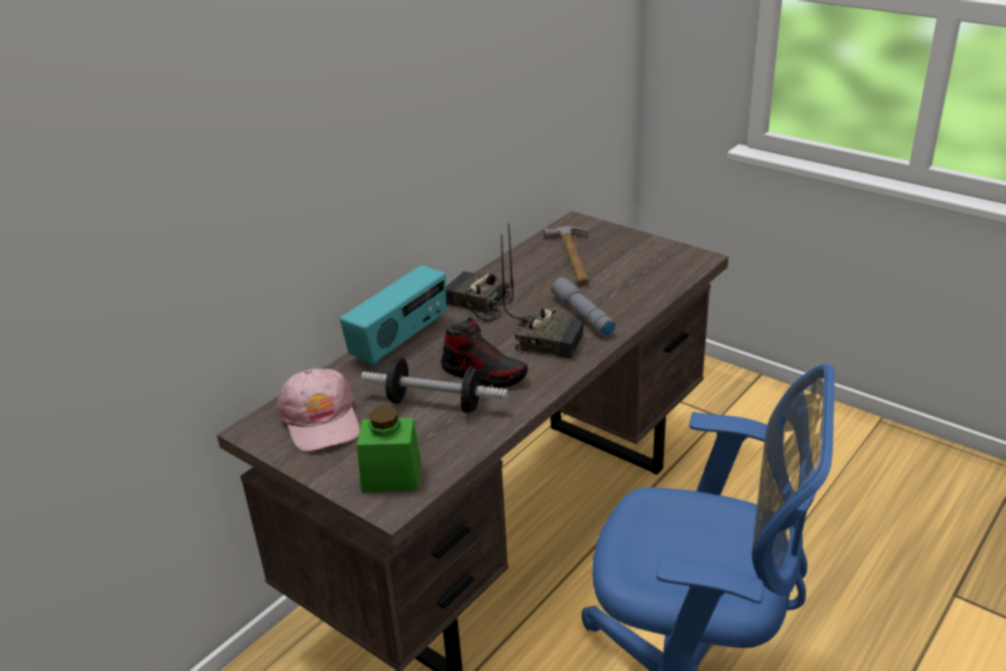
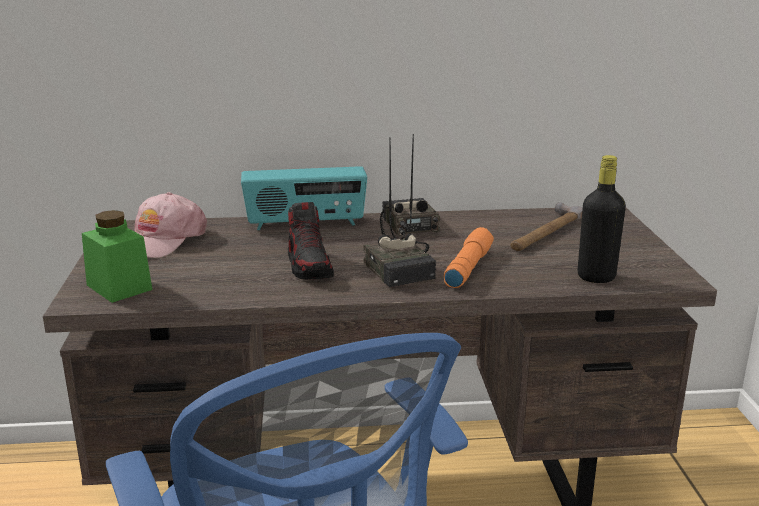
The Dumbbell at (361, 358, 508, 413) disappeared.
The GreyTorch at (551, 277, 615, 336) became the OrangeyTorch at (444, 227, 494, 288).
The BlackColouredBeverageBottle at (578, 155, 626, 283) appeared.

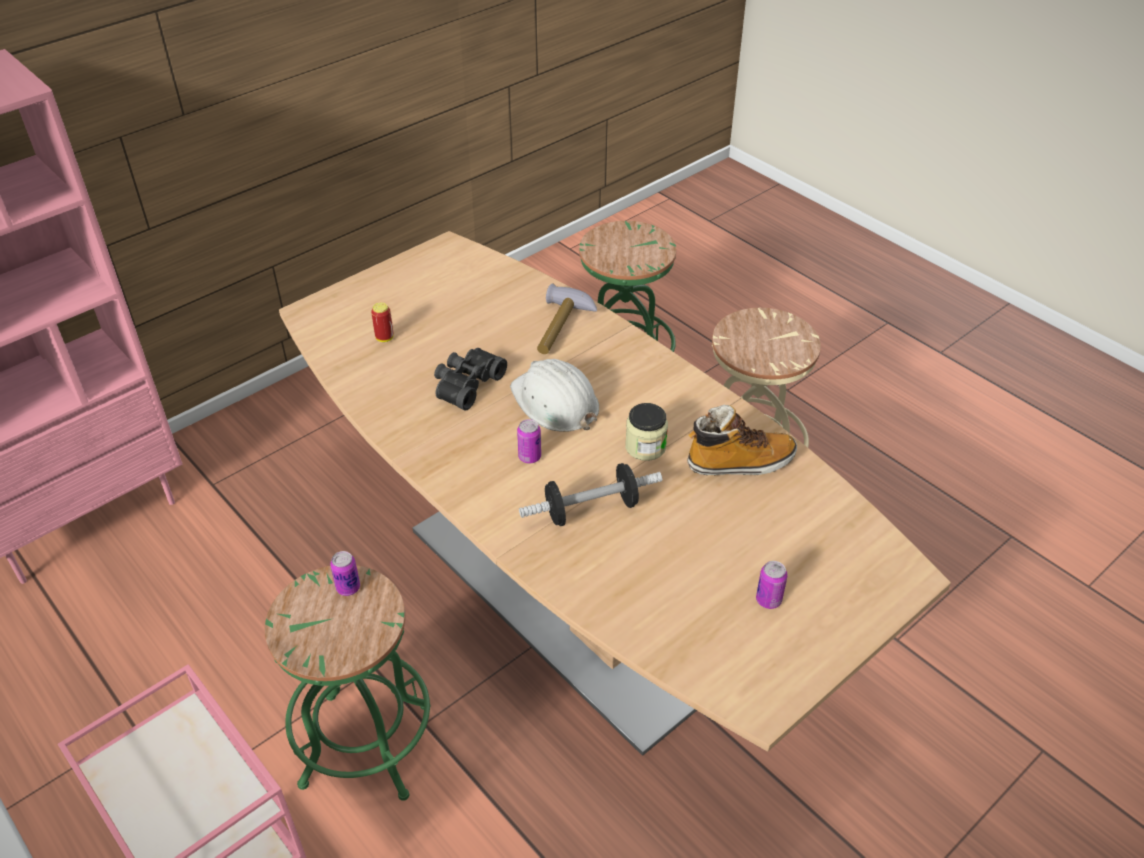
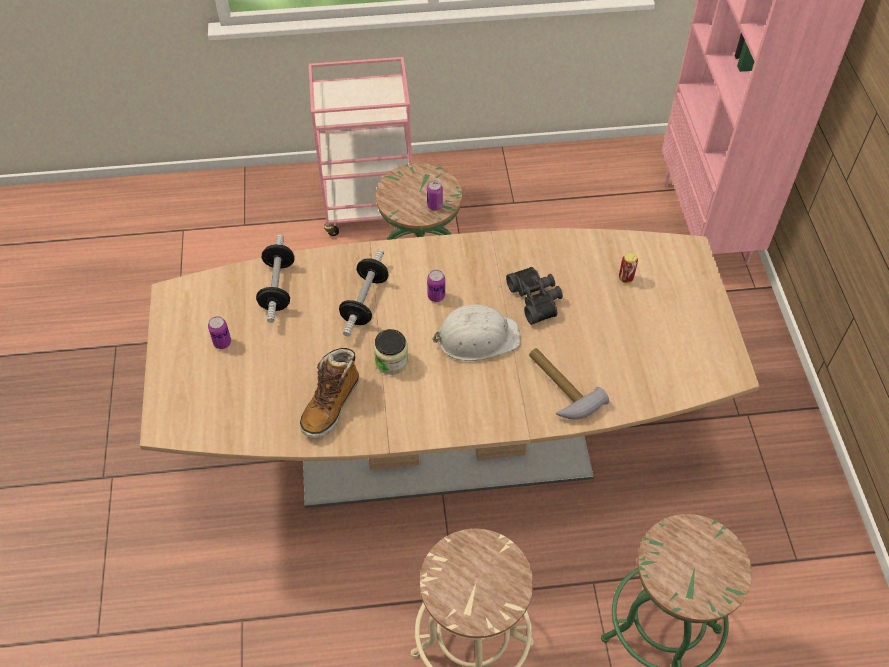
The Dumbbell at (256, 235, 295, 323) appeared.

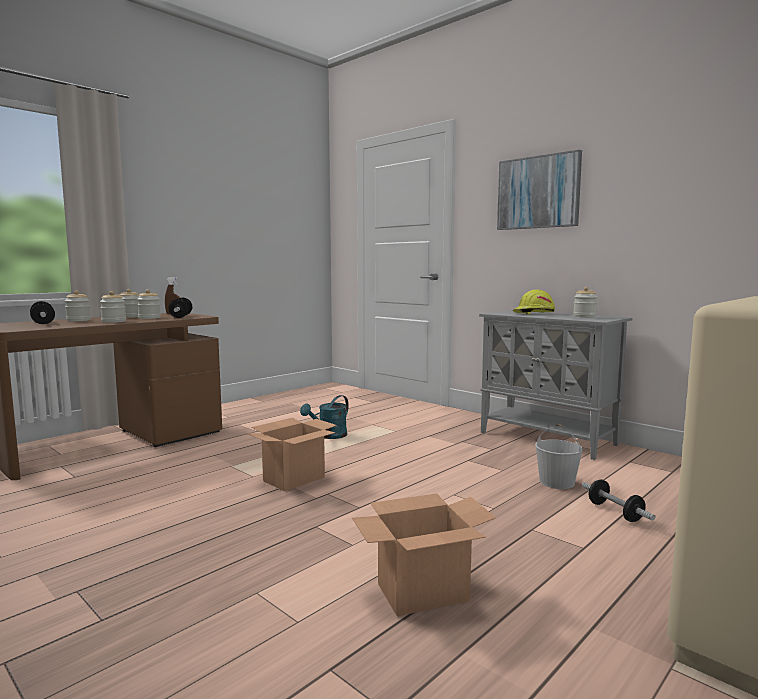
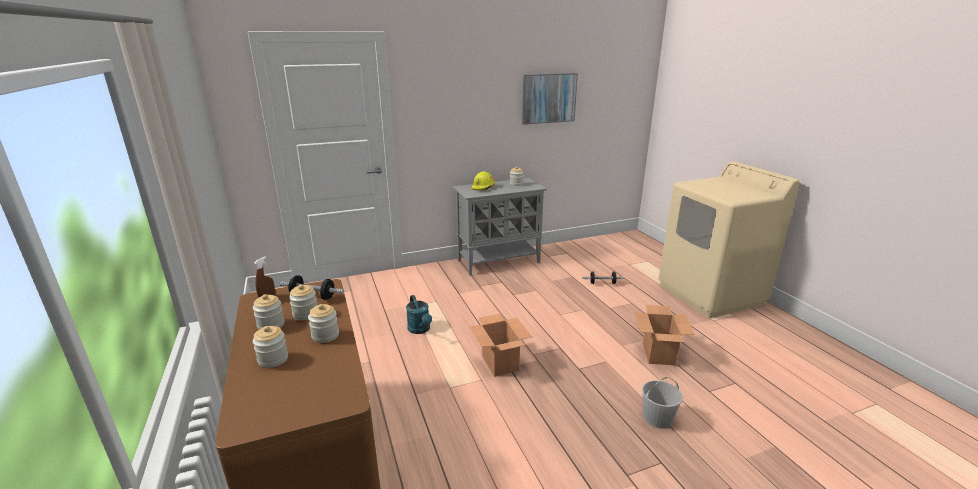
The Dumbbell at (30, 301, 55, 324) disappeared.
The WallArt moved from (497, 150, 582, 230) to (522, 73, 578, 125).
The WhiteColouredPail moved from (535, 425, 583, 489) to (642, 377, 683, 428).

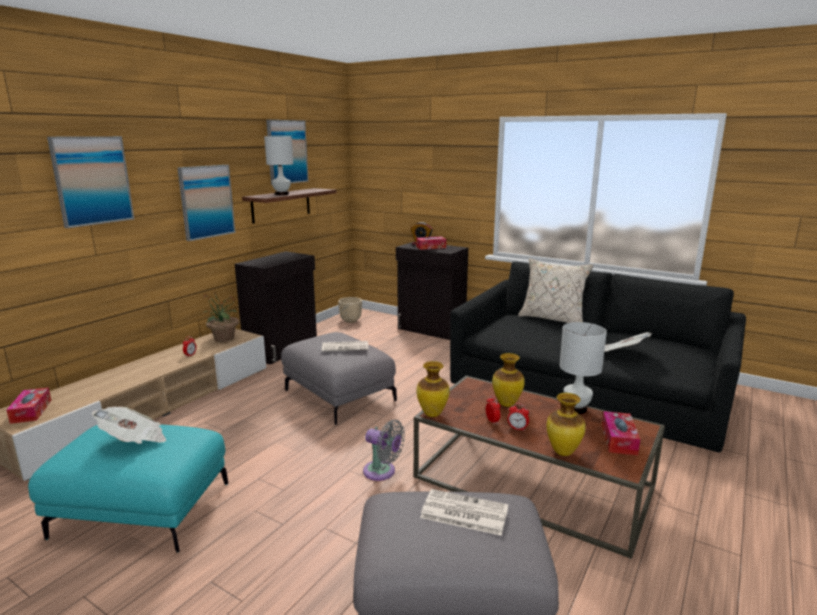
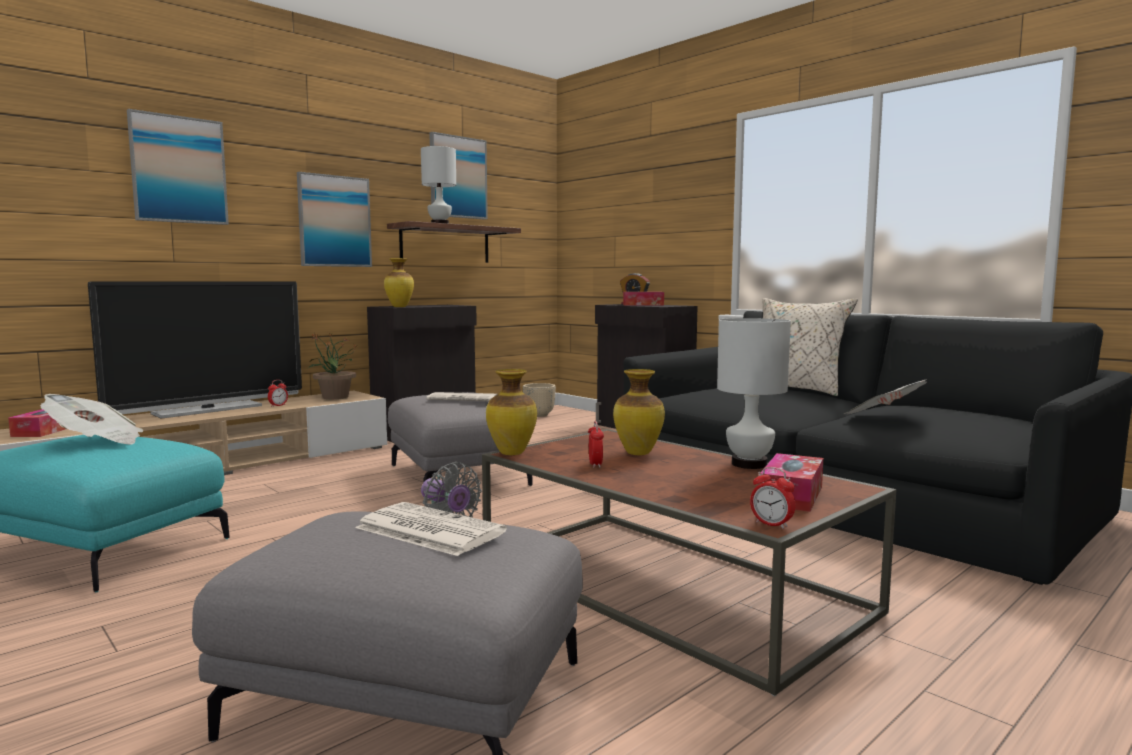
The TableClock moved from (508, 403, 529, 431) to (750, 467, 796, 529).
The DecorativeVase moved from (546, 393, 586, 456) to (384, 258, 414, 307).
The TvSet at (88, 281, 302, 419) appeared.

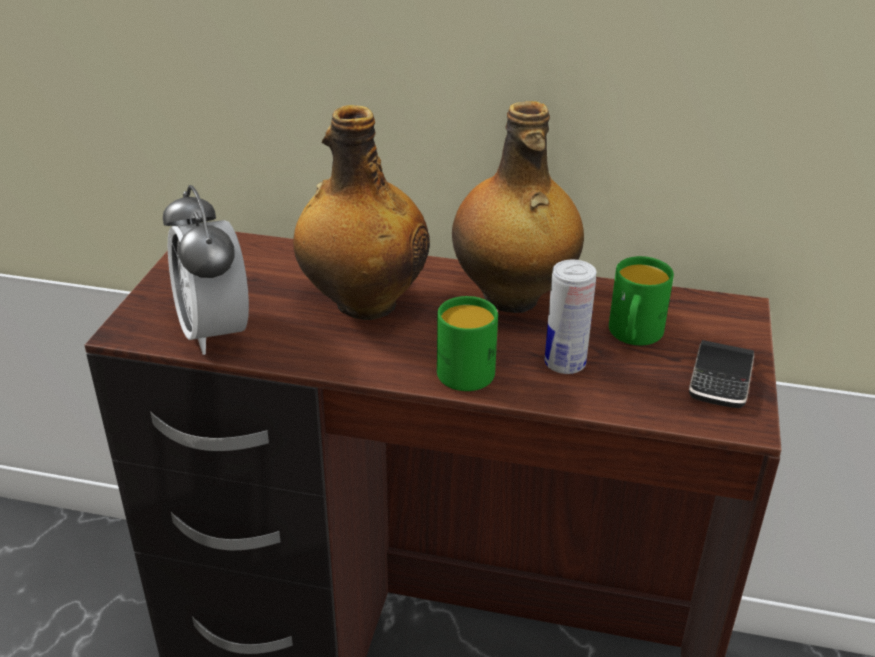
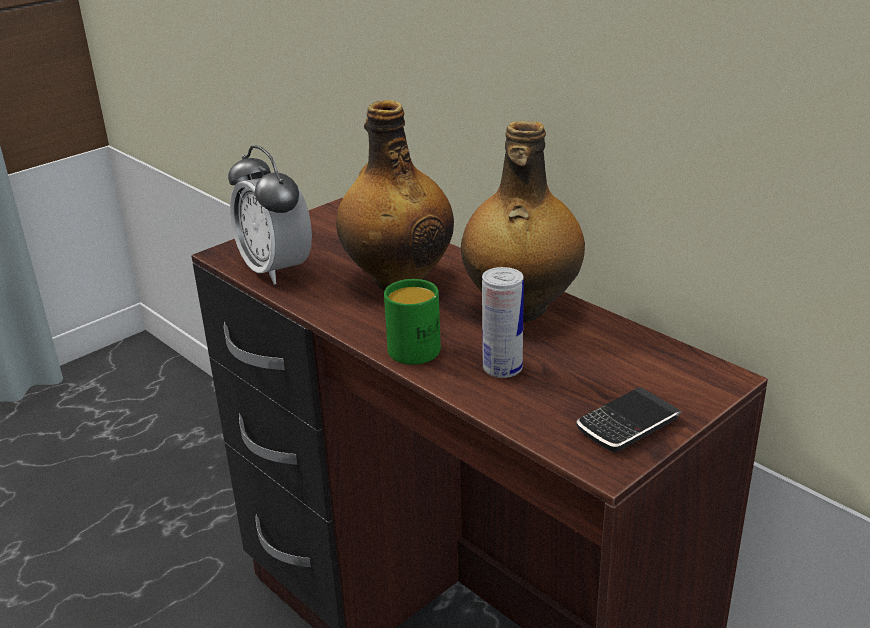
The TableClock at (163, 185, 249, 355) turned 45 degrees counterclockwise.
The GreenishCoffeeMug at (609, 256, 674, 345) disappeared.

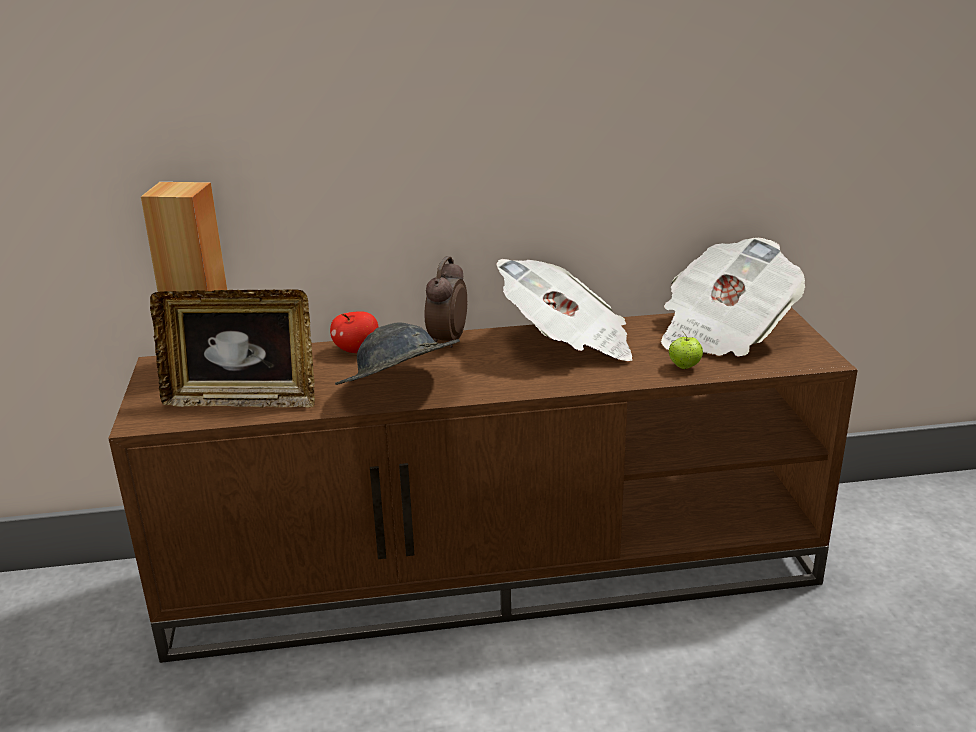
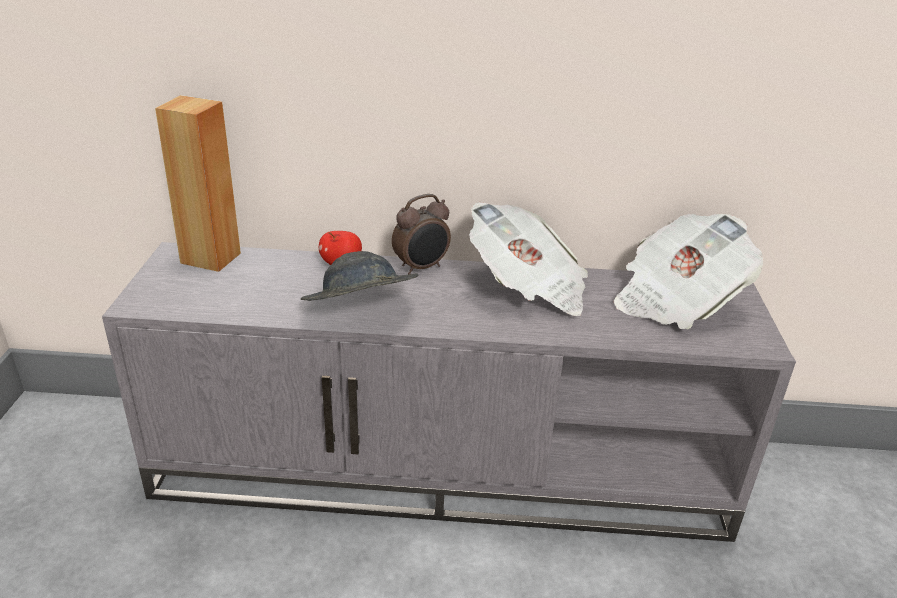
The BrownishMediaConsole at (108, 307, 858, 663) became the GreyMediaConsole at (102, 242, 796, 542).
The PhotoFrame at (150, 290, 315, 408) disappeared.
The TableClock at (425, 256, 467, 348) turned 150 degrees counterclockwise.
The WholeApple at (669, 332, 703, 369) disappeared.

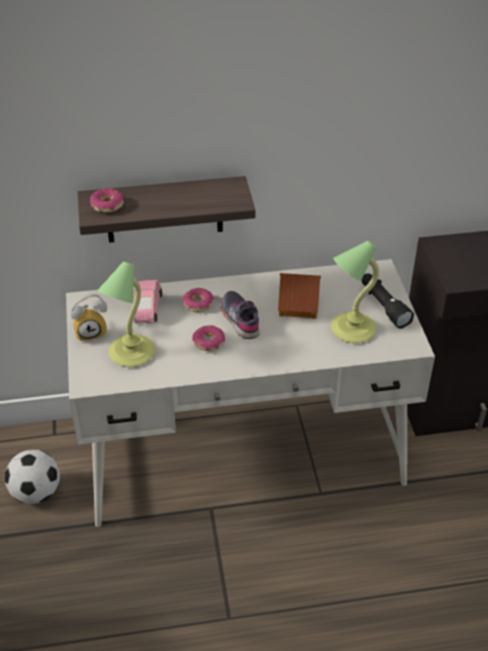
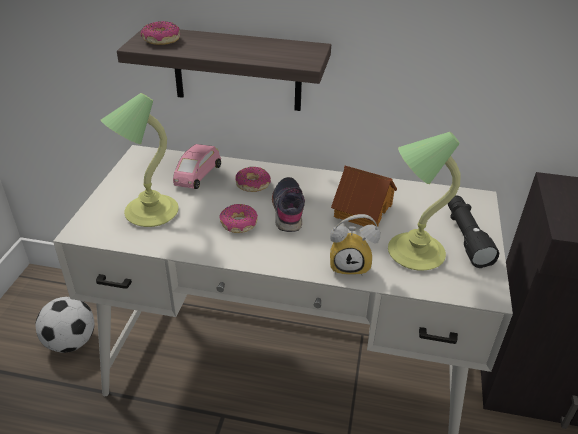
The TableClock moved from (70, 294, 107, 342) to (330, 214, 380, 276).

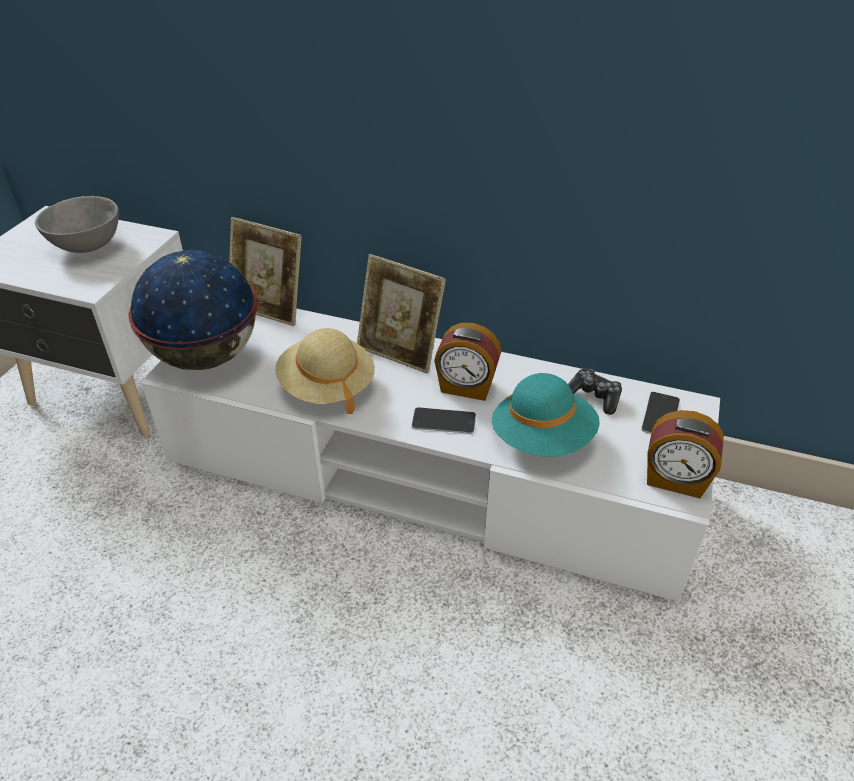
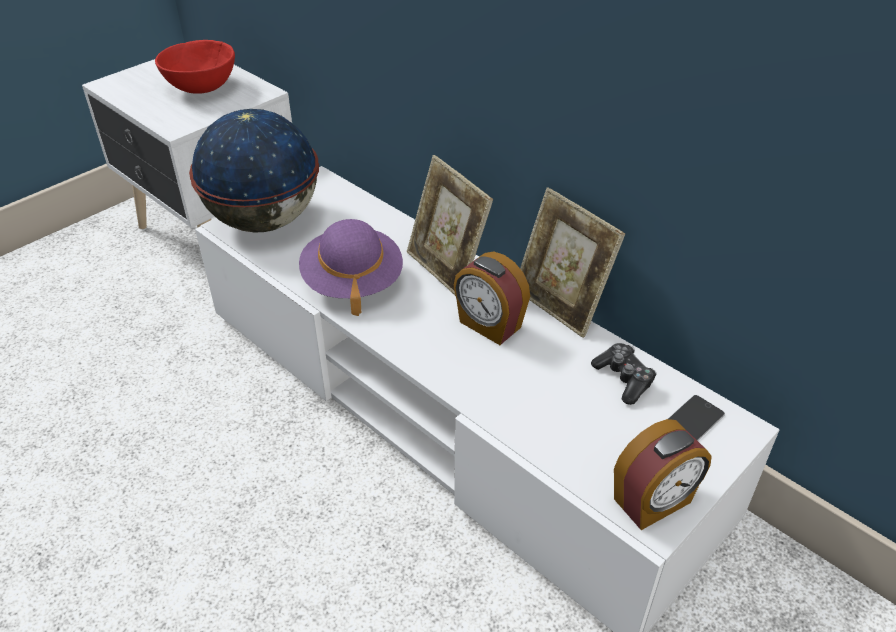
The GreyServingBowl at (35, 196, 119, 253) became the ReddishServingBowl at (155, 40, 235, 94).
The PhotoFrame moved from (229, 217, 302, 326) to (520, 187, 625, 338).
The BeigeColouredWearableHat at (275, 328, 375, 414) became the PurpleWearableHat at (299, 219, 403, 316).
The Phone at (411, 407, 476, 434) disappeared.
The TurquoiseWearableHat at (492, 373, 600, 457) disappeared.
The TableClock at (647, 410, 724, 498) turned 75 degrees counterclockwise.

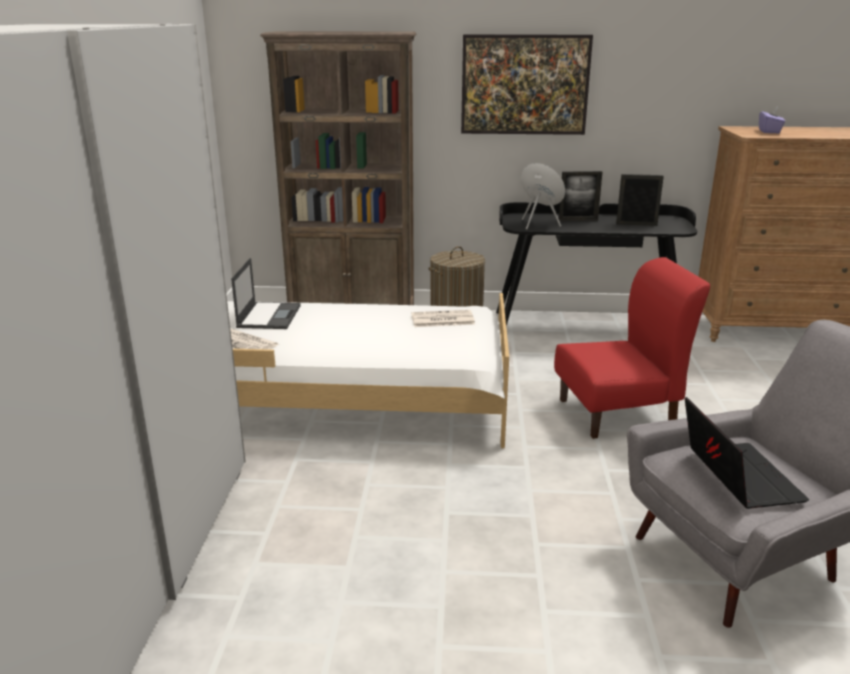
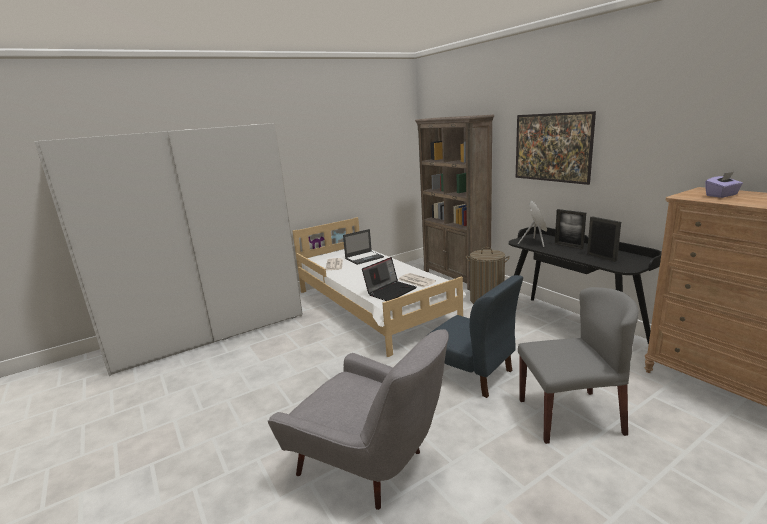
The ReddishPlainChair at (554, 257, 710, 439) became the BluePlainChair at (429, 275, 523, 398).
The PortableComputer moved from (685, 397, 809, 509) to (362, 257, 417, 301).
The GreyPlainChair at (518, 287, 639, 444) appeared.

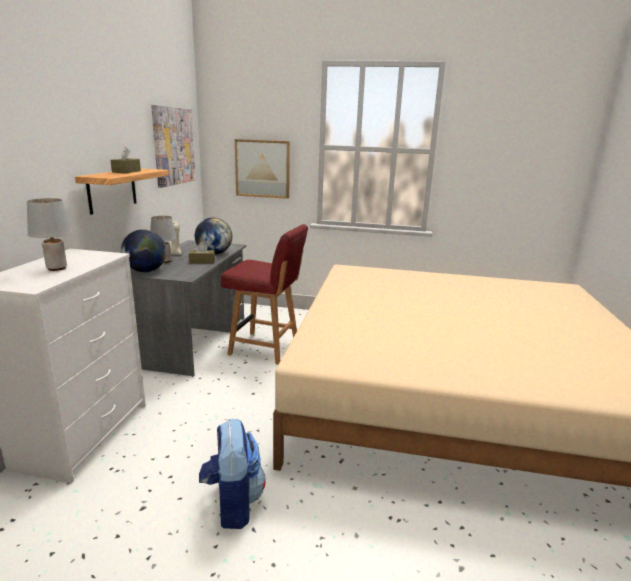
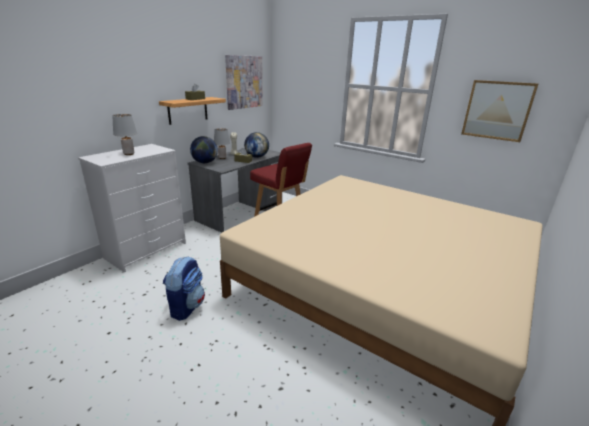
The WallArt moved from (235, 139, 290, 199) to (461, 80, 538, 142).

